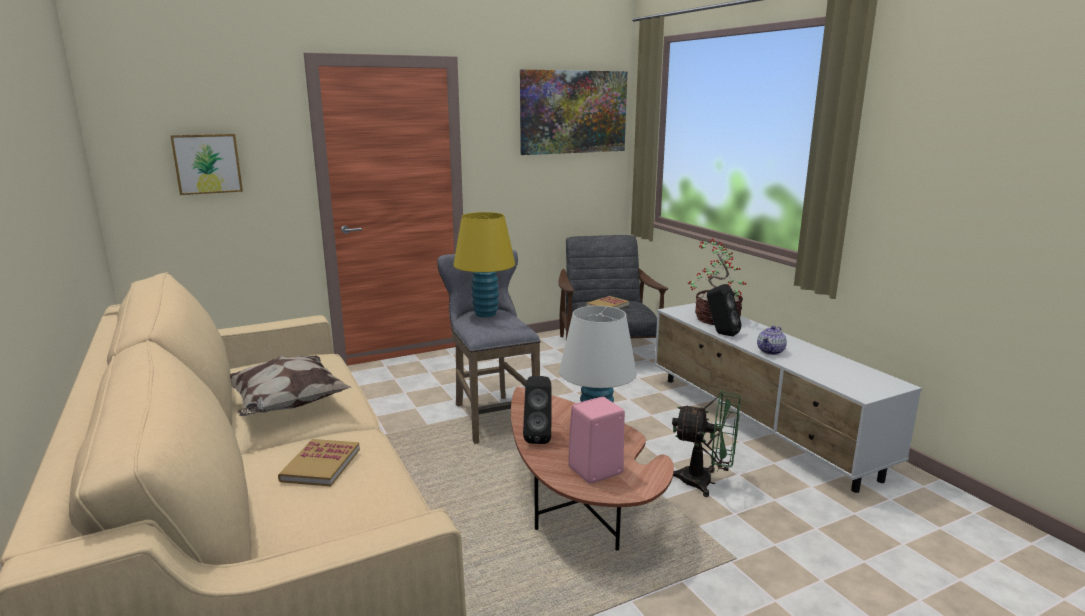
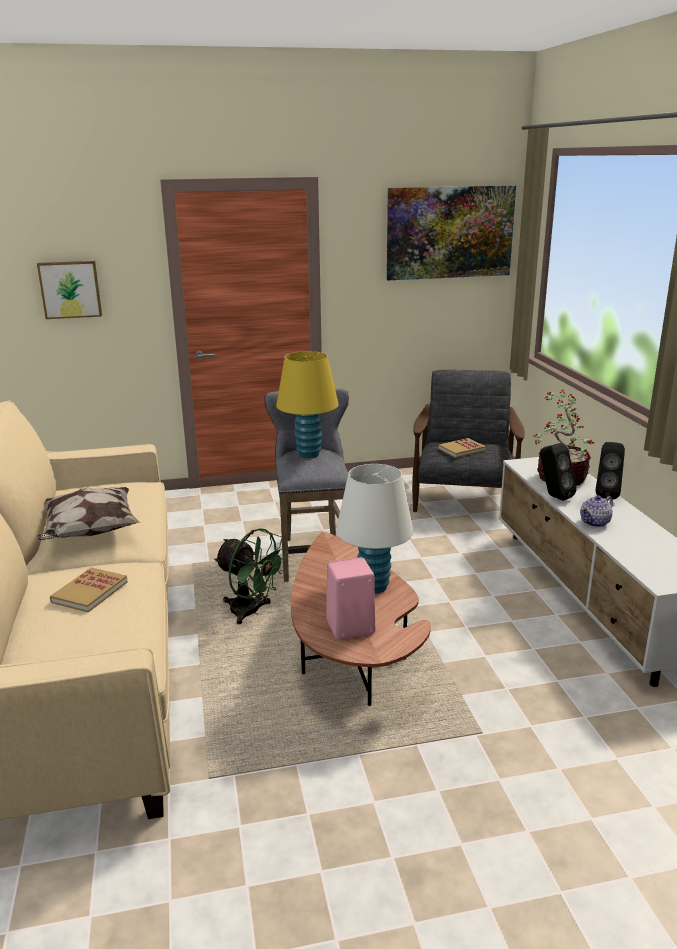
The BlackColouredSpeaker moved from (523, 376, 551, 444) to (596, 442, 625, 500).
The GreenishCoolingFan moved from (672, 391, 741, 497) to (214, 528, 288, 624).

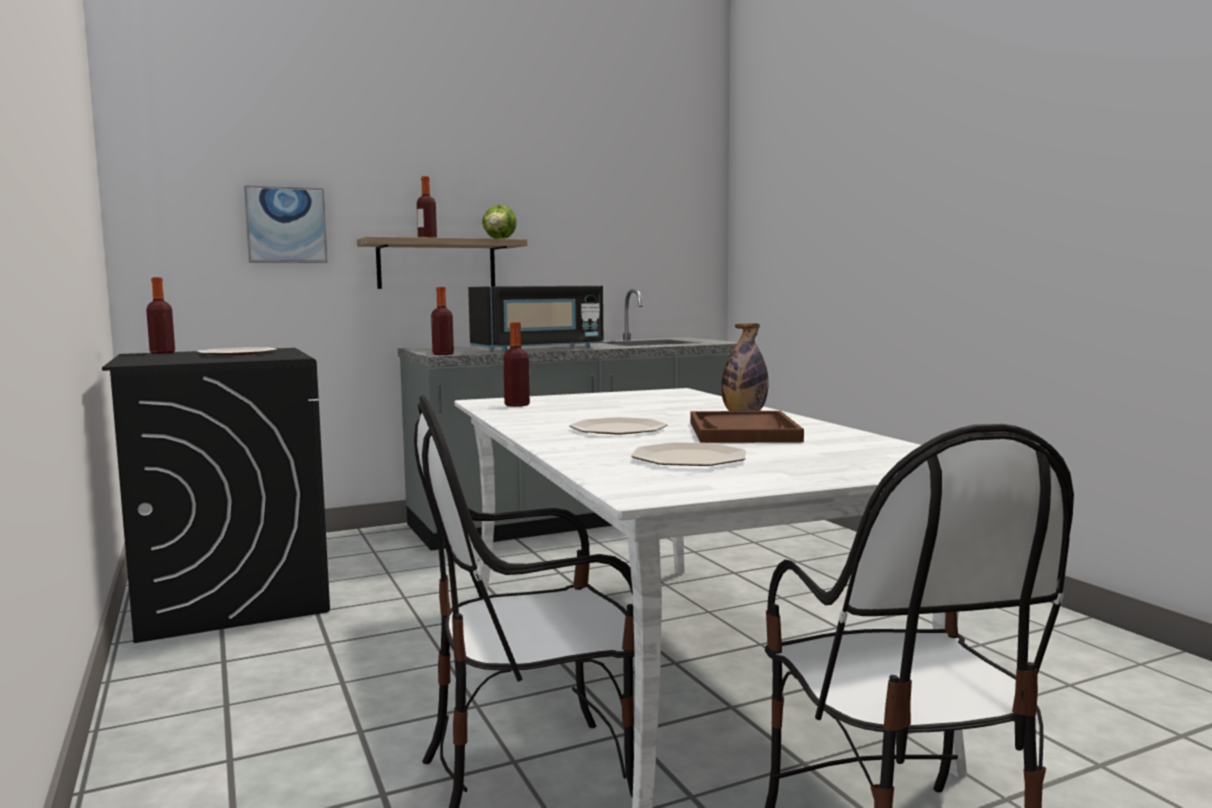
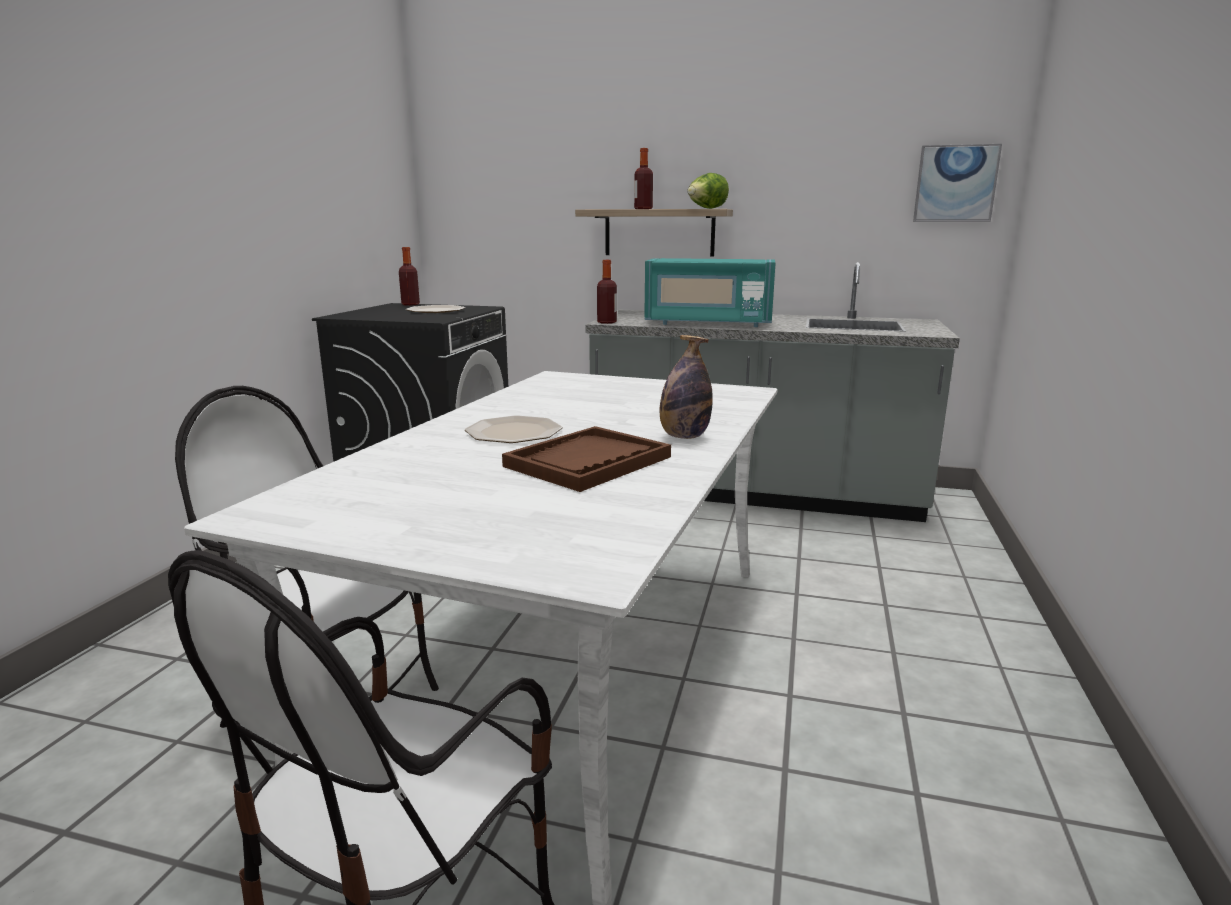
The WallArt moved from (244, 185, 328, 263) to (913, 144, 1002, 222).
The BlackColouredMicrowaveOven at (468, 286, 604, 352) became the TurquoiseMicrowaveOven at (644, 258, 775, 327).
The BeverageBottle at (503, 322, 530, 407) disappeared.
The Plate at (631, 442, 746, 466) disappeared.

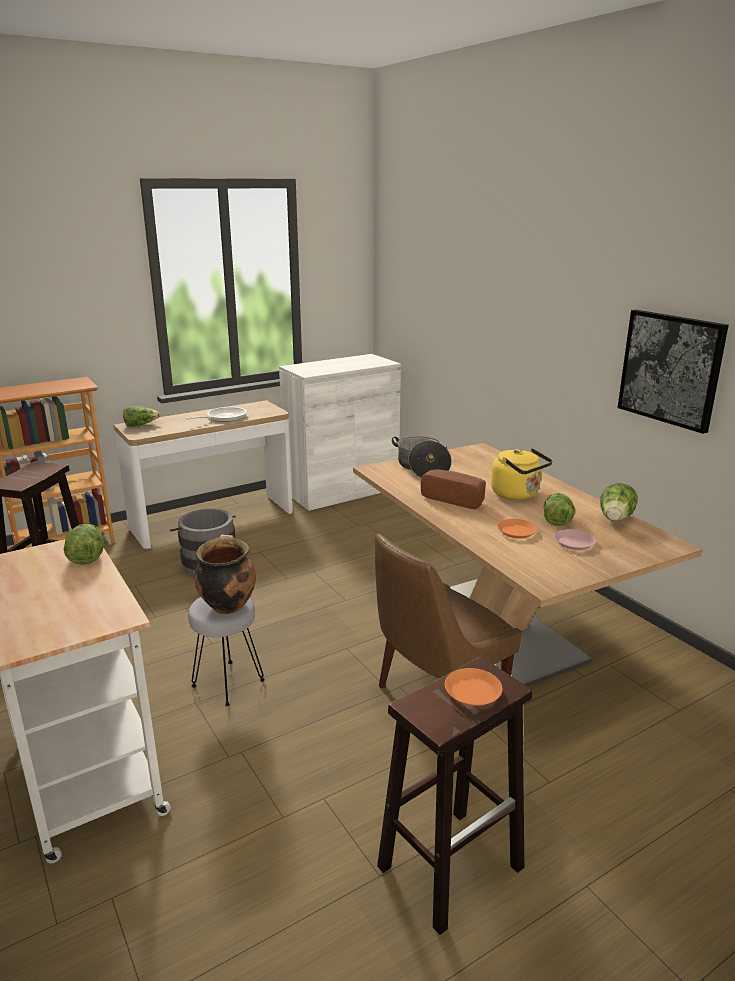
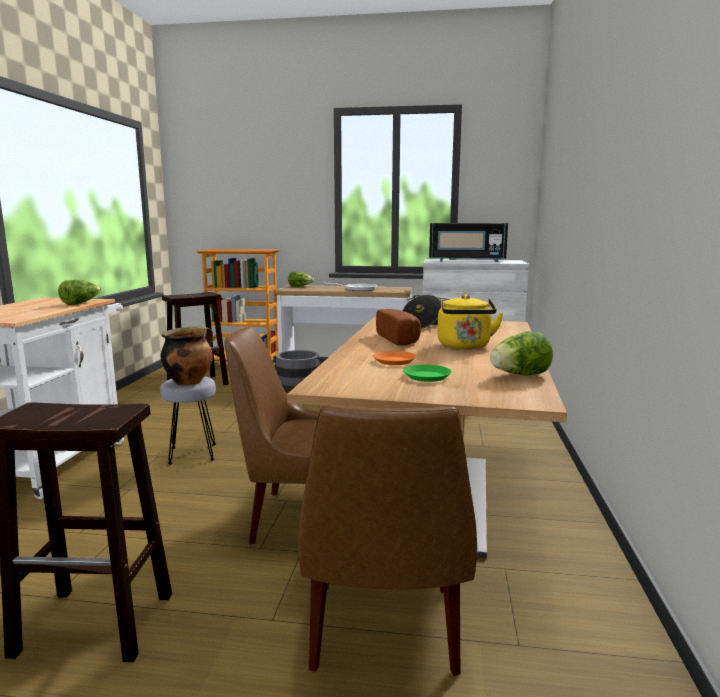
The OrangeyPlate at (445, 668, 503, 706) disappeared.
The Lettuce at (544, 493, 575, 526) disappeared.
The PinkPlate at (554, 529, 596, 550) became the GreenishPlate at (403, 364, 452, 382).
The WallArt at (618, 310, 729, 434) disappeared.
The BrownishPlainChair at (298, 406, 477, 676) appeared.
The BlackColouredMicrowaveOven at (429, 223, 508, 262) appeared.

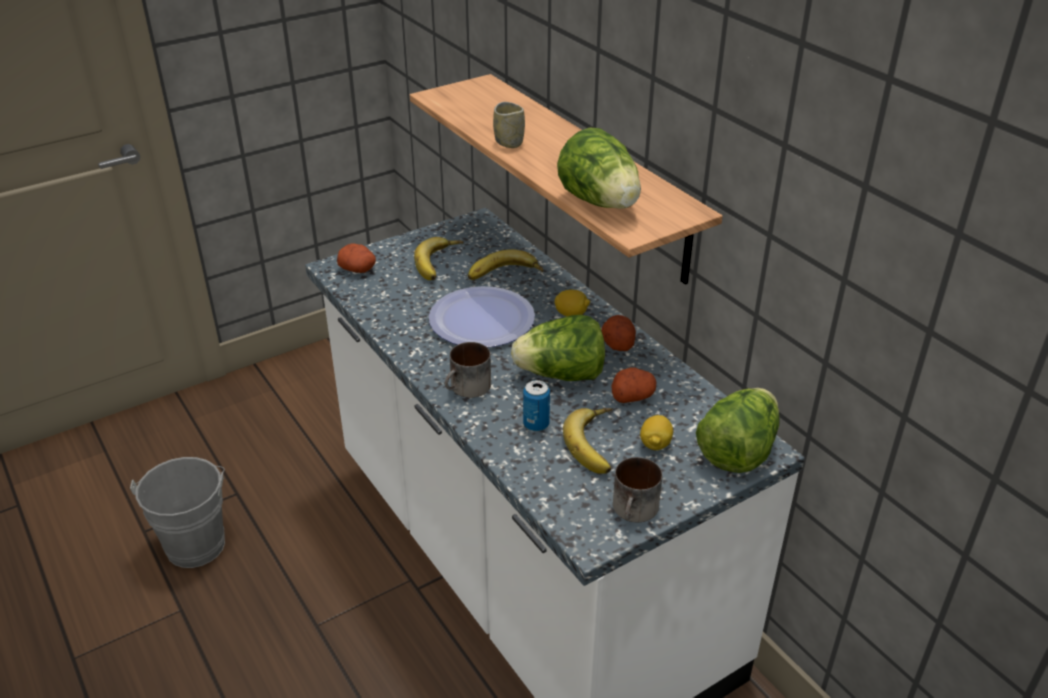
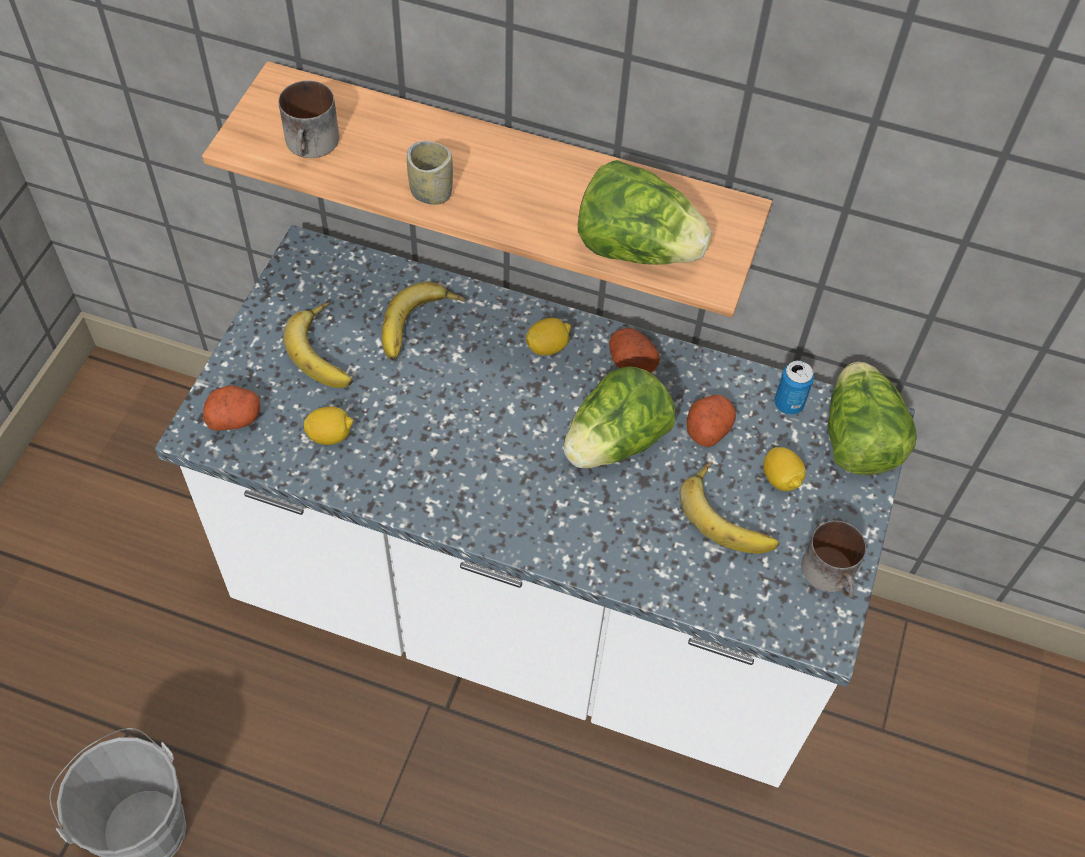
The Plate at (429, 286, 535, 347) disappeared.
The CoffeeMug moved from (445, 342, 491, 398) to (279, 80, 339, 158).
The Can moved from (523, 380, 550, 431) to (774, 361, 814, 415).
The Lemon at (303, 407, 353, 445) appeared.

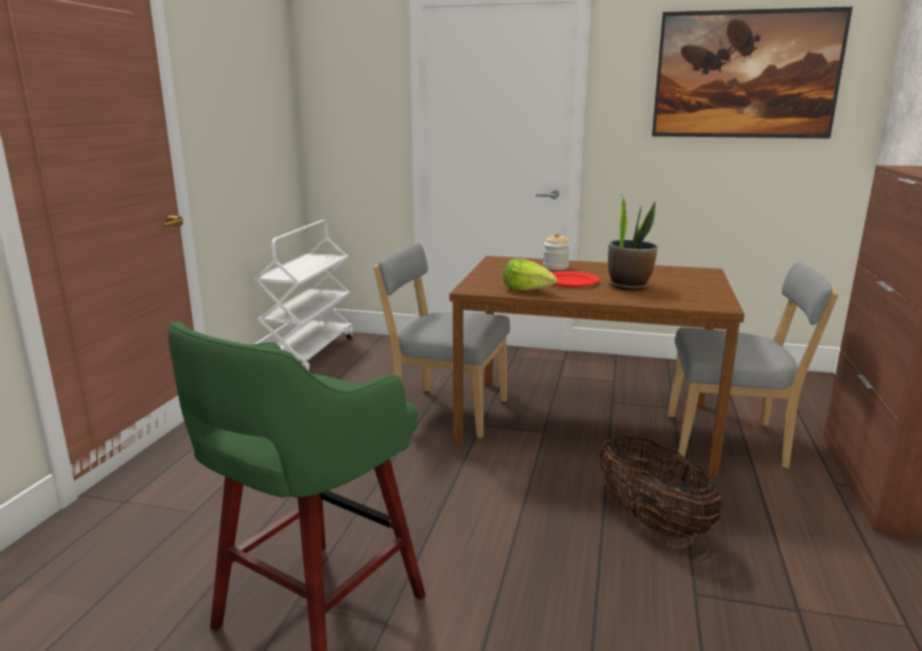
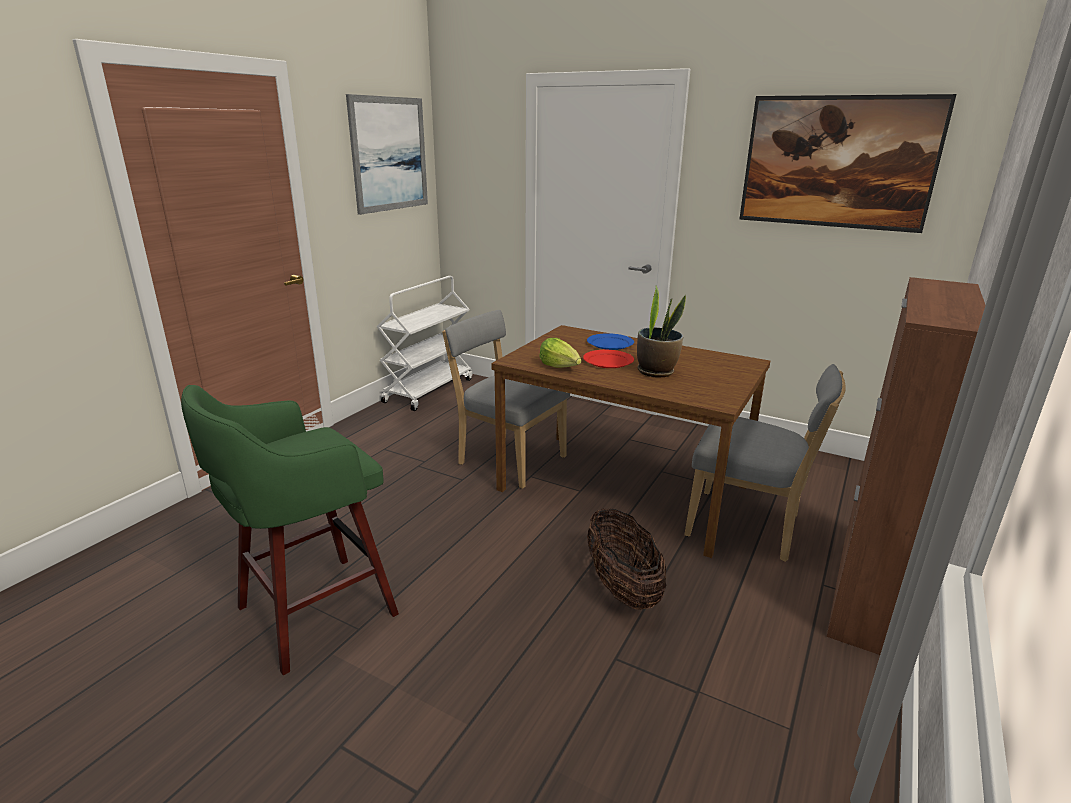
The PreserveJar at (543, 232, 570, 270) was replaced by the BluePlate at (587, 333, 634, 350).
The WallArt at (346, 94, 428, 215) appeared.

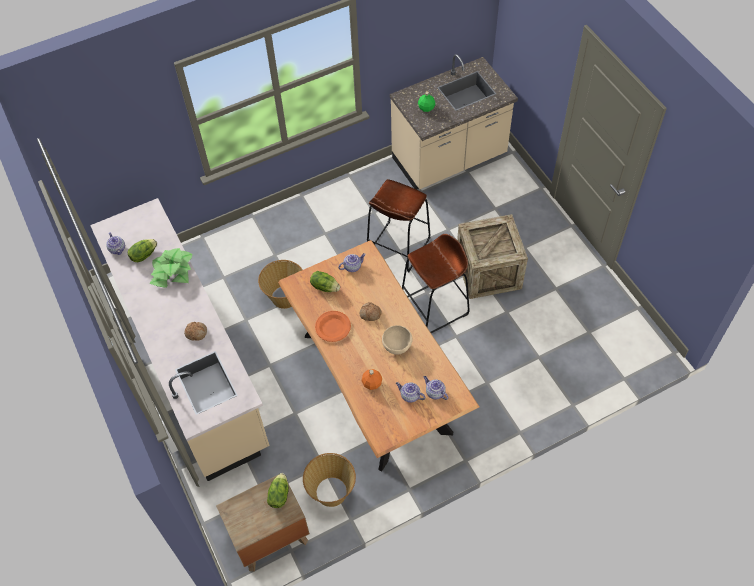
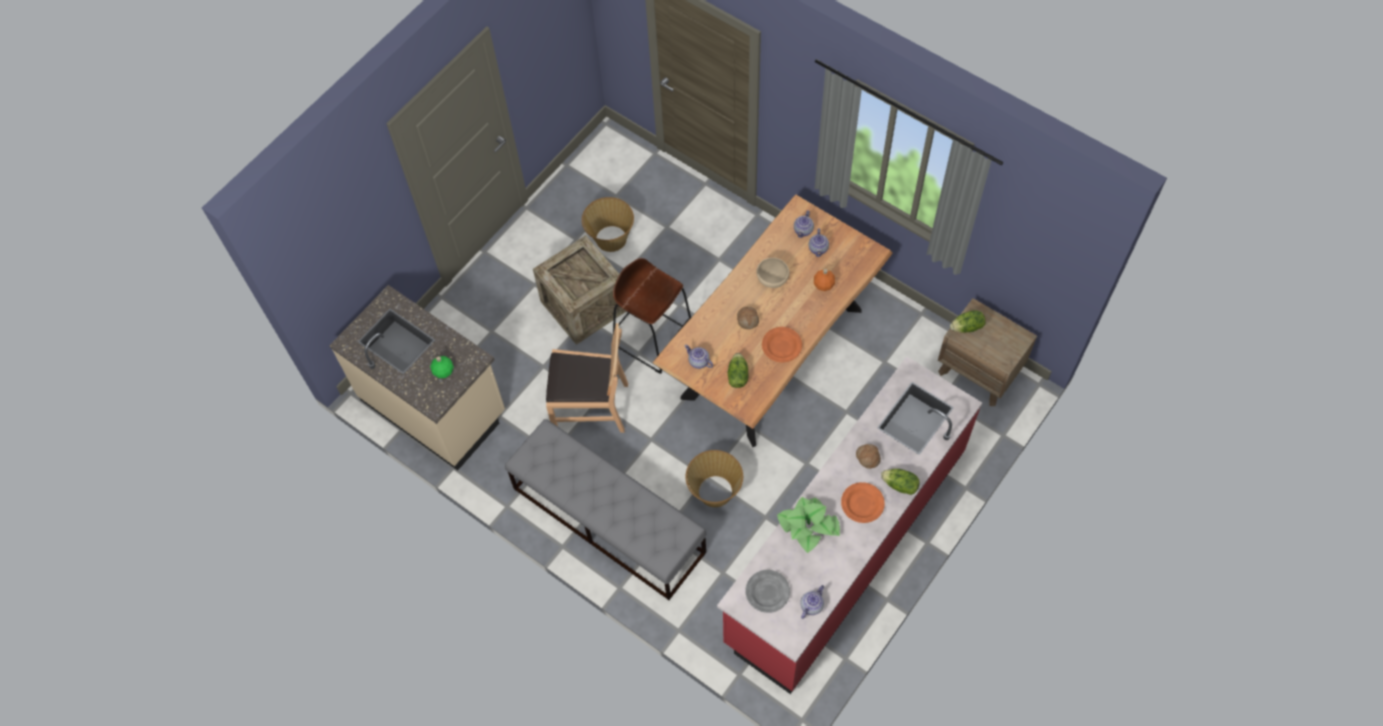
The BeigeColouredKitchenCounter at (90, 198, 269, 481) became the ReddishKitchenCounter at (717, 356, 982, 694).
The Lettuce moved from (127, 239, 157, 262) to (881, 469, 920, 495).
The Basket moved from (303, 453, 356, 507) to (582, 197, 634, 252).
The BrownishStool at (367, 179, 431, 272) was replaced by the BrownishPlainChair at (546, 323, 628, 433).
The GreyLongSeat at (505, 419, 706, 600) appeared.
The GreyPlate at (745, 570, 790, 613) appeared.
The OrangeyPlate at (841, 482, 885, 523) appeared.

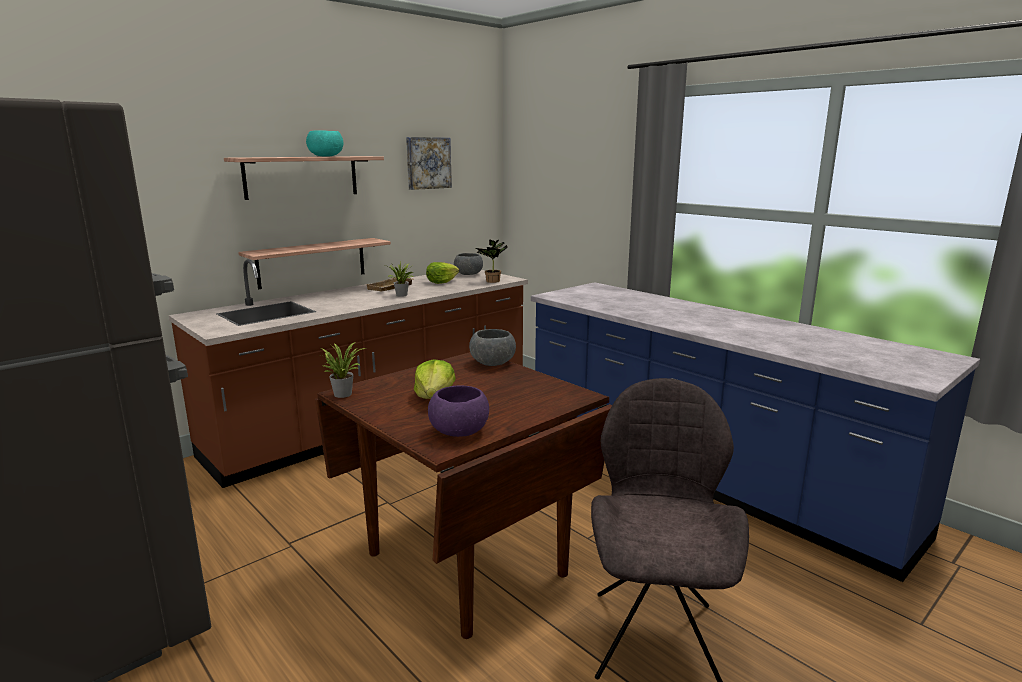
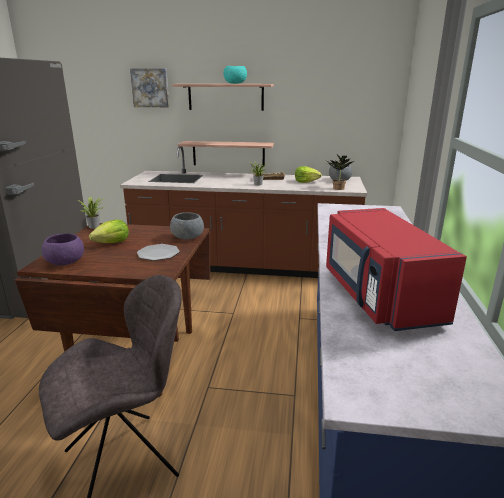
The WallArt moved from (406, 137, 452, 190) to (130, 68, 169, 107).
The Plate at (137, 244, 180, 261) appeared.
The ReddishMicrowaveOven at (326, 208, 467, 331) appeared.

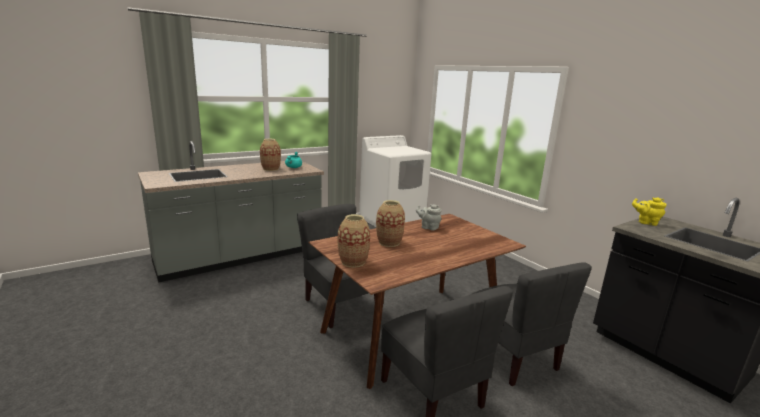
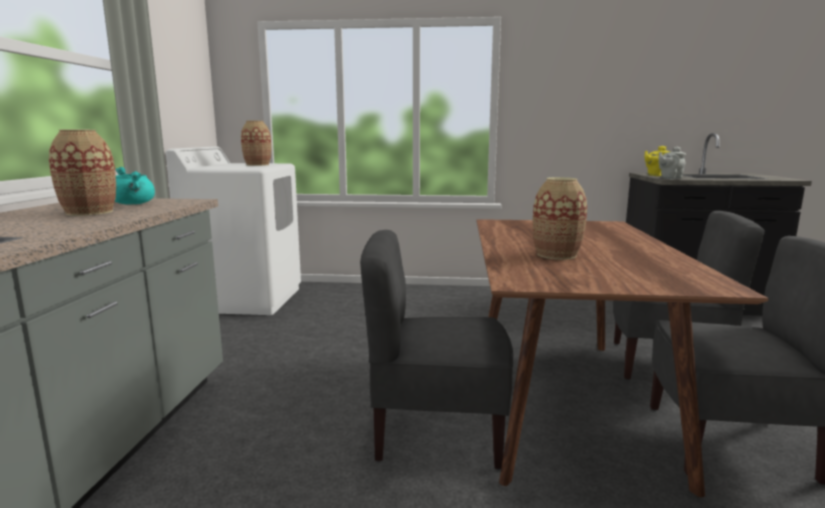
The DecorativeVase moved from (338, 214, 370, 267) to (241, 121, 271, 166).
The GreyTeapot moved from (416, 204, 442, 231) to (659, 147, 686, 179).

